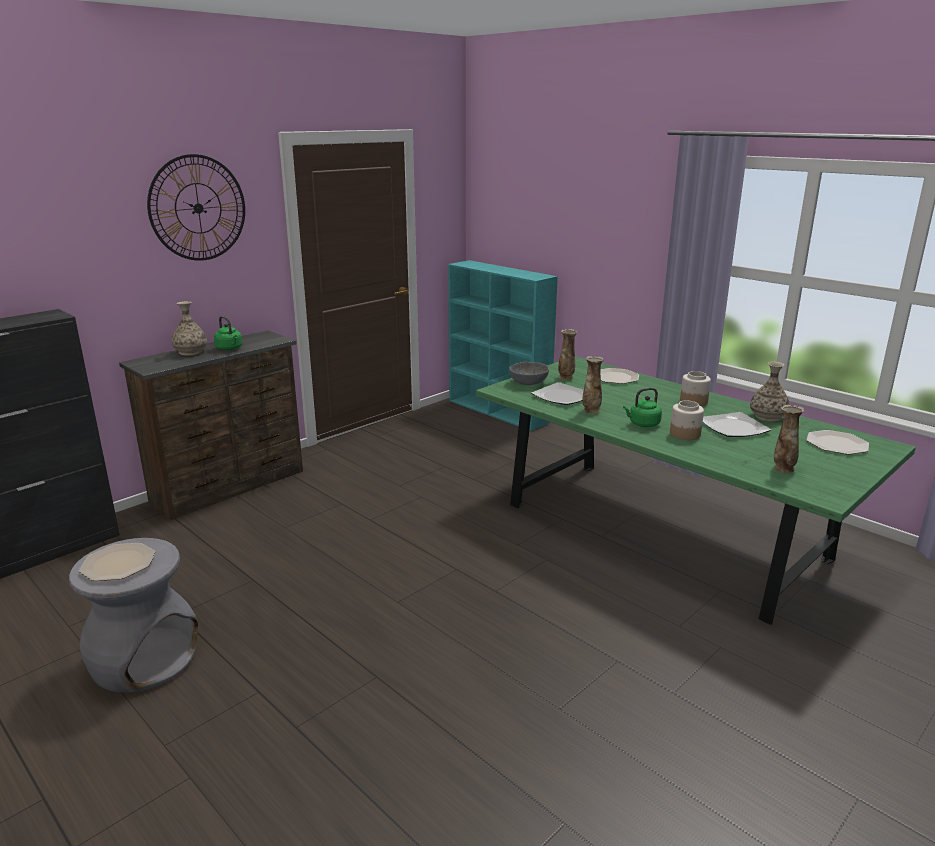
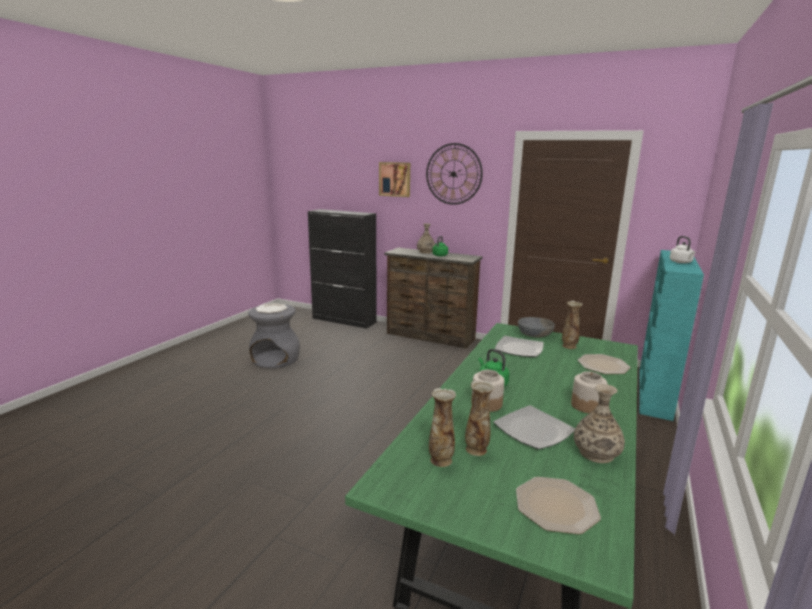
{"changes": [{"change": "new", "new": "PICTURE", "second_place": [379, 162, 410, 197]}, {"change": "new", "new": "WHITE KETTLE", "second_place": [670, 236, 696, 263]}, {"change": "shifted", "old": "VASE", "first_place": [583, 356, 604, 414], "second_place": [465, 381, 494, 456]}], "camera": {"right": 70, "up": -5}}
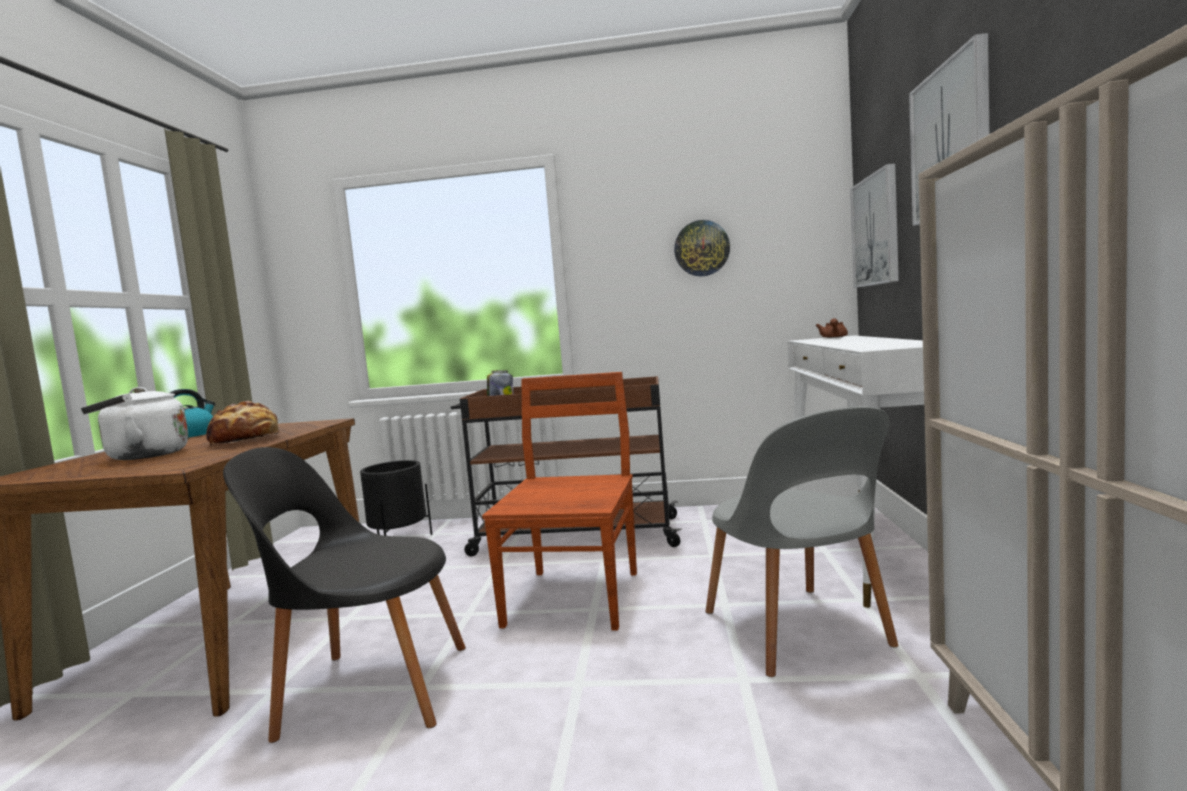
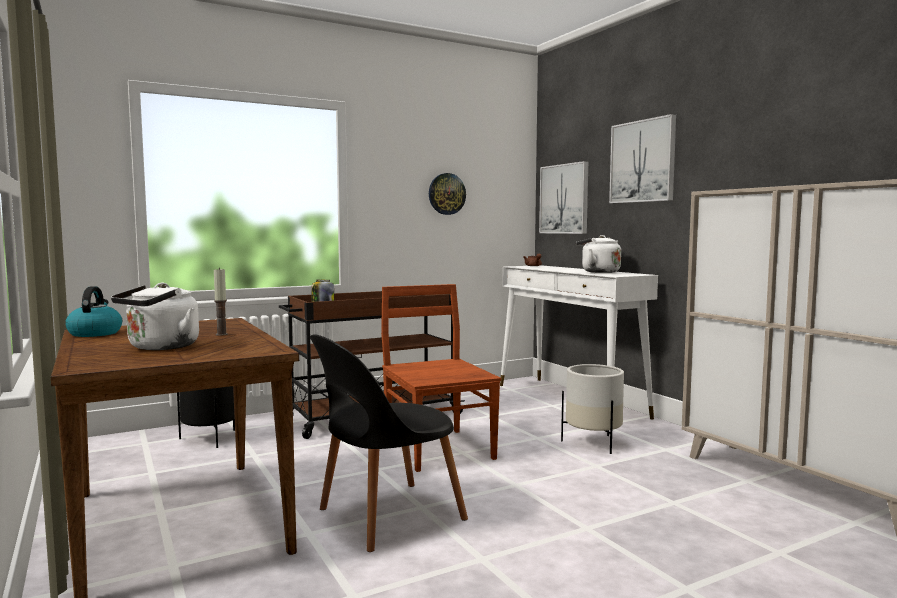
{"changes": [{"change": "new", "new": "WHITE KETTLE", "second_place": [576, 235, 621, 273]}, {"change": "swapped", "old": "BREAD", "new": "CANDLE", "first_place": [206, 401, 279, 446], "second_place": [214, 268, 228, 336]}, {"change": "swapped", "old": "GREY CHAIR", "new": "WHITE PLANTER", "first_place": [705, 406, 899, 677], "second_place": [561, 364, 624, 454]}], "camera": {"right": -35, "up": 0}}
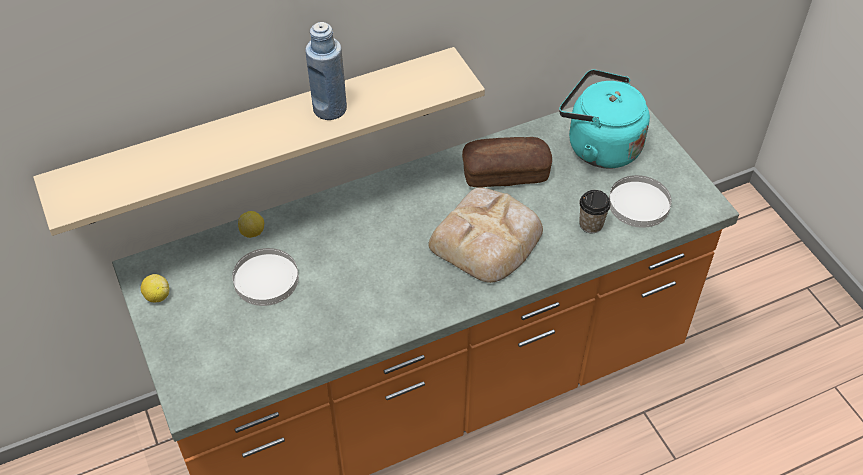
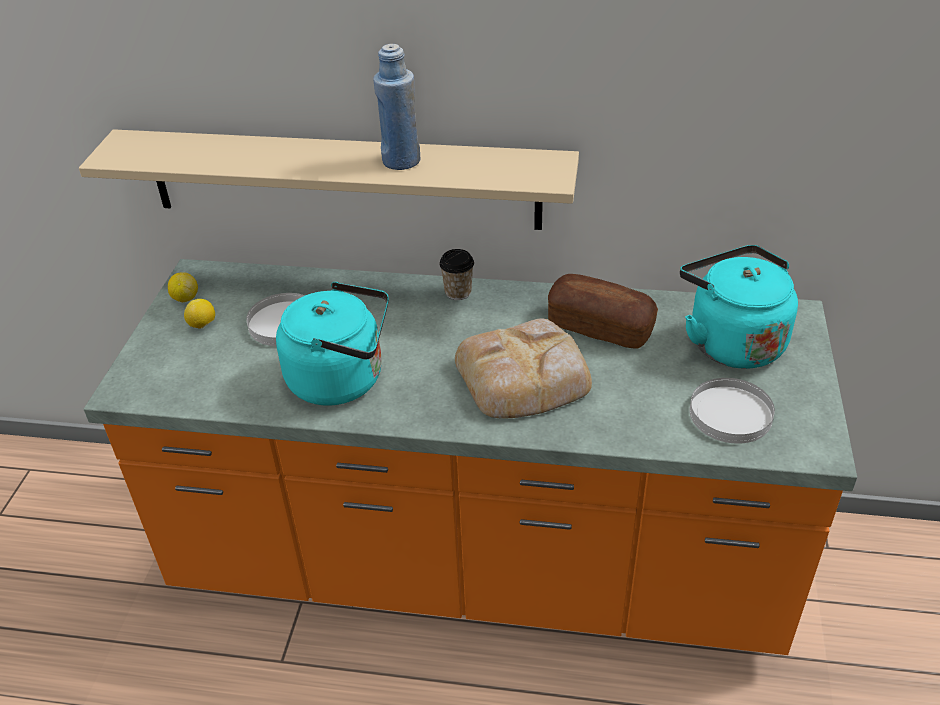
{"changes": [{"change": "new", "new": "TURQUOISE KETTLE", "second_place": [276, 282, 389, 406]}, {"change": "shifted", "old": "LEMON", "first_place": [238, 211, 264, 238], "second_place": [184, 299, 215, 329]}, {"change": "shifted", "old": "CUP", "first_place": [579, 190, 611, 233], "second_place": [439, 249, 474, 300]}], "camera": {"right": 35, "up": -10}}
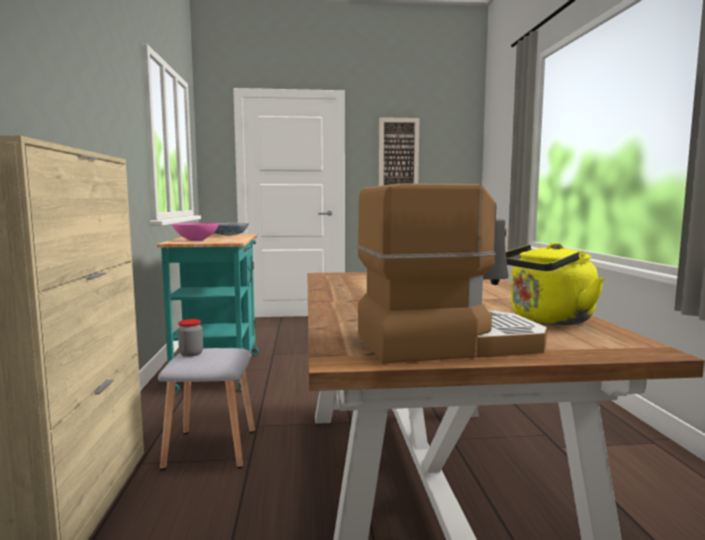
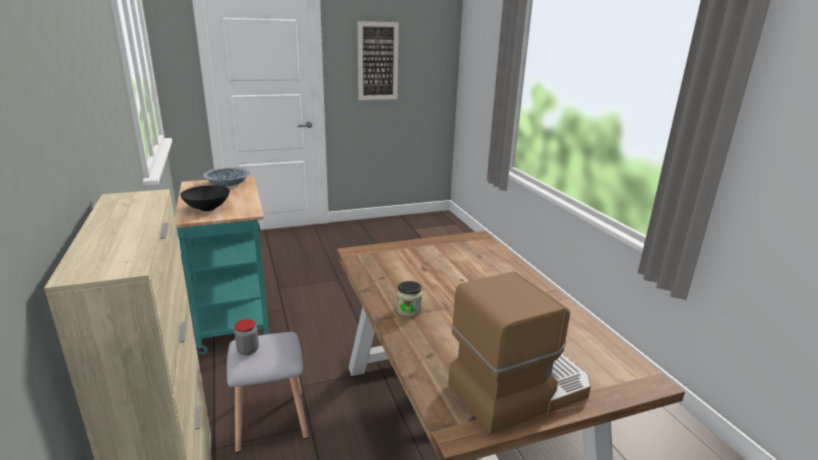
{"changes": [{"change": "gone", "old": "YELLOW KETTLE", "first_place": [506, 242, 604, 325]}, {"change": "new", "new": "JAR", "second_place": [396, 281, 422, 317]}, {"change": "repainted", "old": "PINK BOWL", "new": "BLACK BOWL", "first_place": [172, 223, 219, 241], "second_place": [180, 185, 230, 211]}], "camera": {"right": -15, "up": 15}}
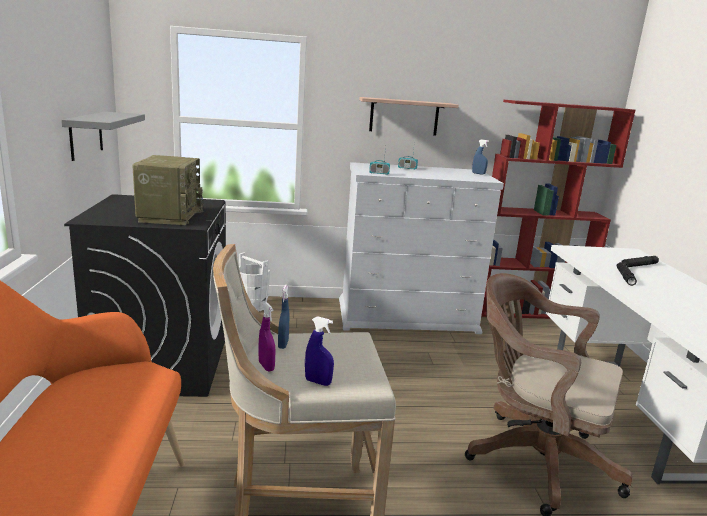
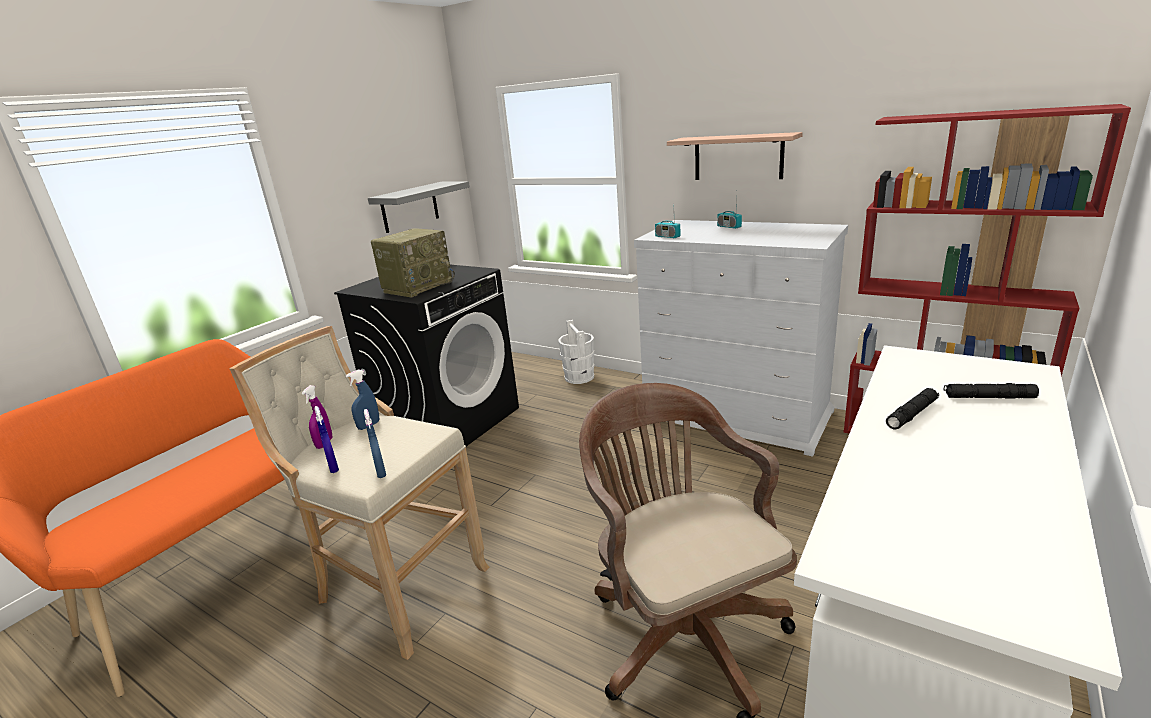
{"changes": [{"change": "shifted", "old": "BLUE SPRAY BOTTLE", "first_place": [472, 140, 489, 174], "second_place": [364, 409, 386, 478]}], "camera": {"right": 40, "up": 5}}
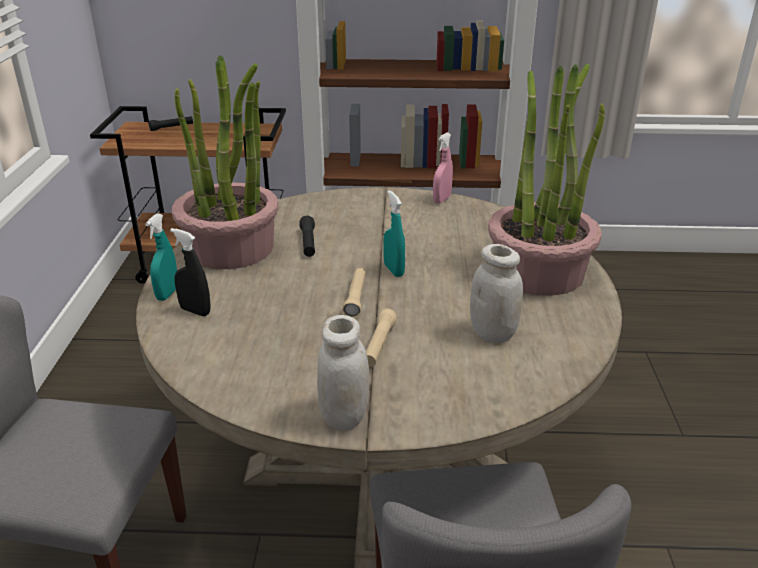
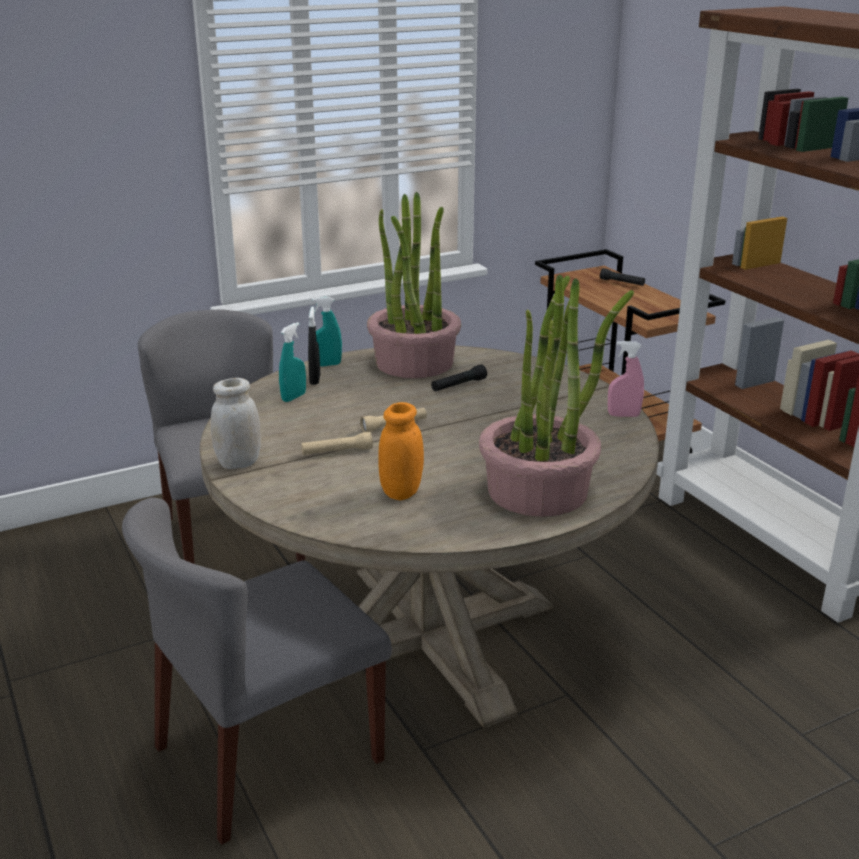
{"changes": [{"change": "shifted", "old": "TURQUOISE SPRAY BOTTLE", "first_place": [383, 190, 405, 277], "second_place": [279, 322, 306, 402]}, {"change": "repainted", "old": "WHITE JAR", "new": "ORANGE JAR", "first_place": [470, 244, 523, 343], "second_place": [378, 402, 424, 500]}], "camera": {"right": 60, "up": -5}}
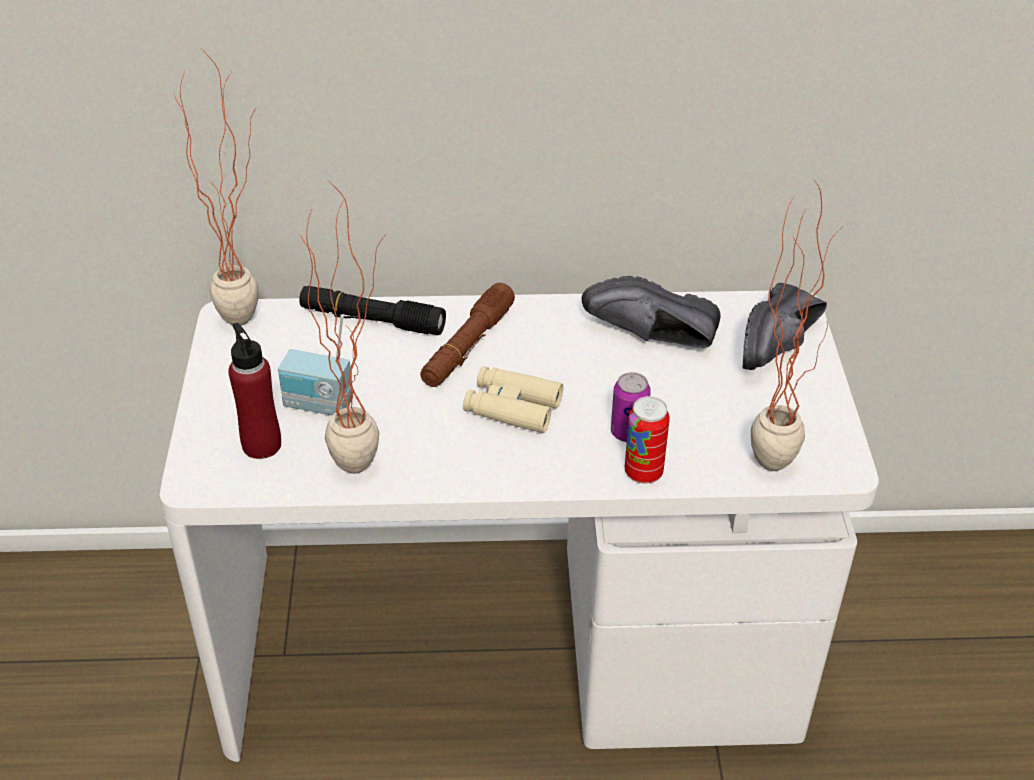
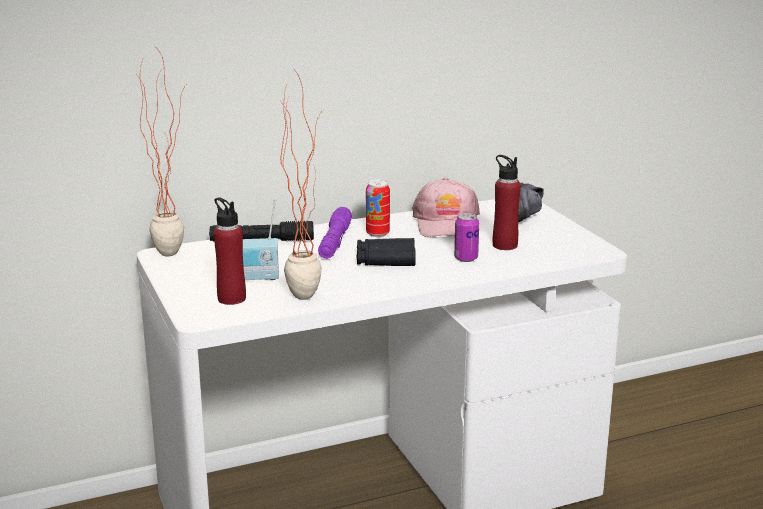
{"changes": [{"change": "gone", "old": "POTTED PLANT", "first_place": [751, 182, 841, 471]}, {"change": "new", "new": "RED BOTTLE", "second_place": [493, 155, 521, 250]}, {"change": "shifted", "old": "CAN", "first_place": [625, 396, 670, 484], "second_place": [366, 179, 390, 237]}, {"change": "swapped", "old": "BLACK SHOE", "new": "PINK CAP", "first_place": [581, 276, 720, 348], "second_place": [412, 178, 480, 237]}, {"change": "repainted", "old": "BROWN FLASHLIGHT", "new": "PURPLE FLASHLIGHT", "first_place": [420, 283, 515, 387], "second_place": [318, 207, 352, 259]}, {"change": "repainted", "old": "BEIGE BINOCULARS", "new": "BLACK BINOCULARS", "first_place": [463, 366, 563, 433], "second_place": [357, 238, 416, 266]}], "camera": {"right": -20, "up": -20}}
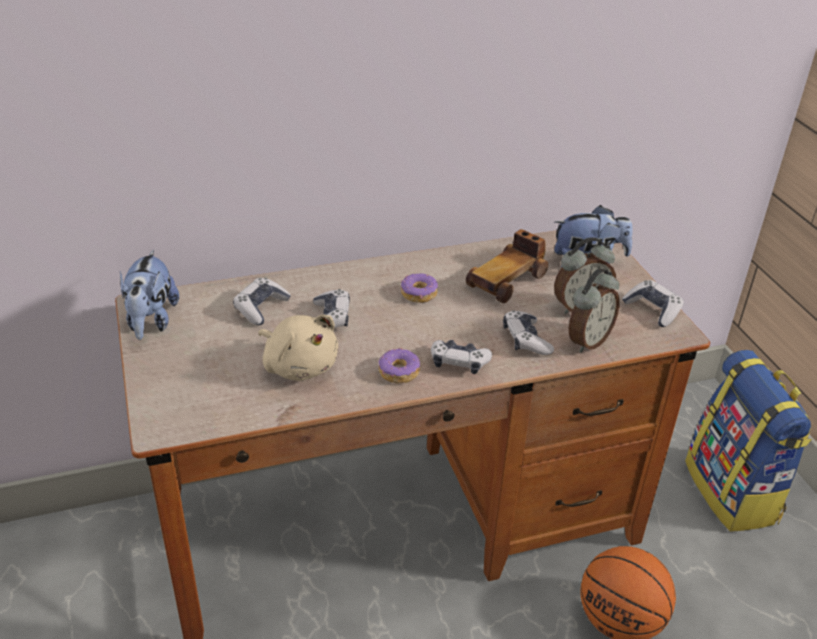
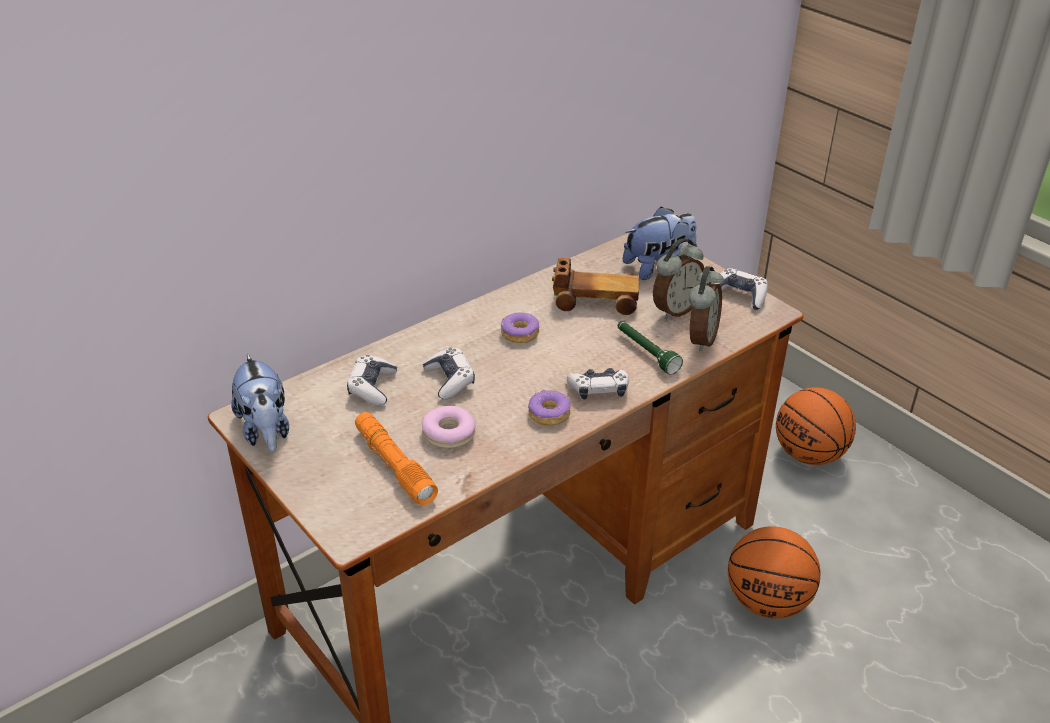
{"changes": [{"change": "new", "new": "ORANGE FLASHLIGHT", "second_place": [355, 412, 438, 505]}, {"change": "swapped", "old": "BEIGE PLUSH TOY", "new": "DONUT", "first_place": [258, 315, 338, 381], "second_place": [422, 406, 476, 449]}, {"change": "swapped", "old": "GAME CONTROLLER", "new": "GREEN FLASHLIGHT", "first_place": [503, 311, 554, 355], "second_place": [618, 321, 683, 375]}, {"change": "swapped", "old": "BACKPACK", "new": "BASKETBALL", "first_place": [685, 350, 812, 532], "second_place": [776, 387, 856, 465]}, {"change": "rotated", "old": "TOY CAR", "first_place": [466, 229, 548, 303], "second_place": [552, 258, 640, 315], "degrees": -105}], "camera": {"right": -20, "up": 0}}
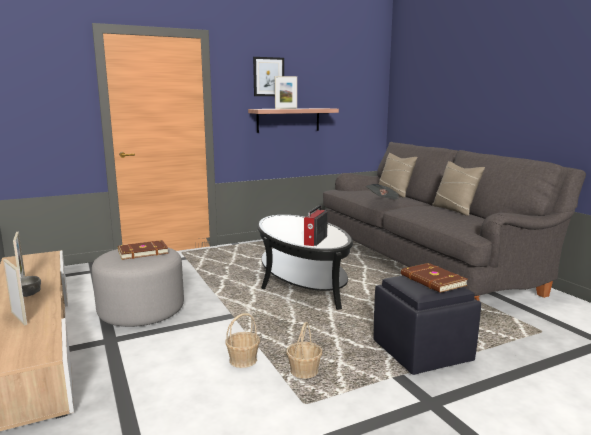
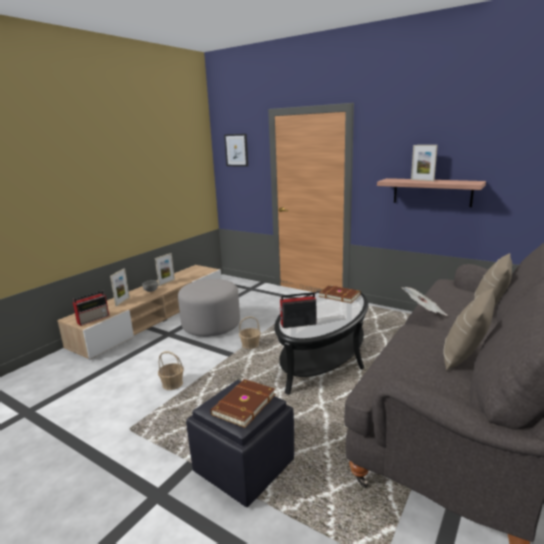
{"changes": [{"change": "new", "new": "RADIO", "second_place": [73, 290, 109, 326]}, {"change": "shifted", "old": "BROWN BOOK", "first_place": [118, 240, 168, 260], "second_place": [318, 285, 361, 303]}, {"change": "shifted", "old": "PICTURE", "first_place": [253, 57, 284, 96], "second_place": [224, 134, 248, 167]}, {"change": "shifted", "old": "BASKET", "first_place": [286, 322, 322, 378], "second_place": [239, 316, 261, 349]}], "camera": {"right": 60, "up": 5}}
